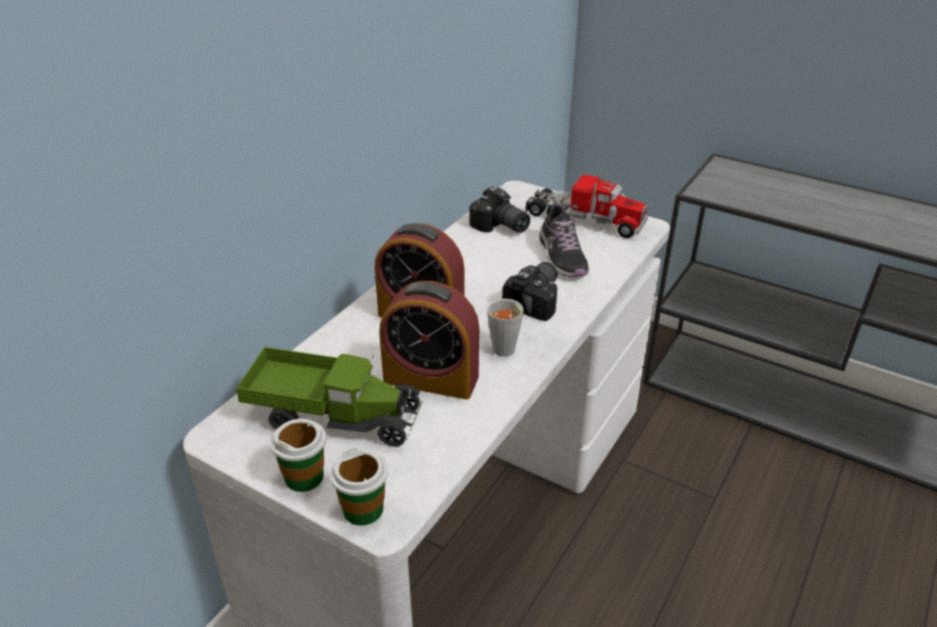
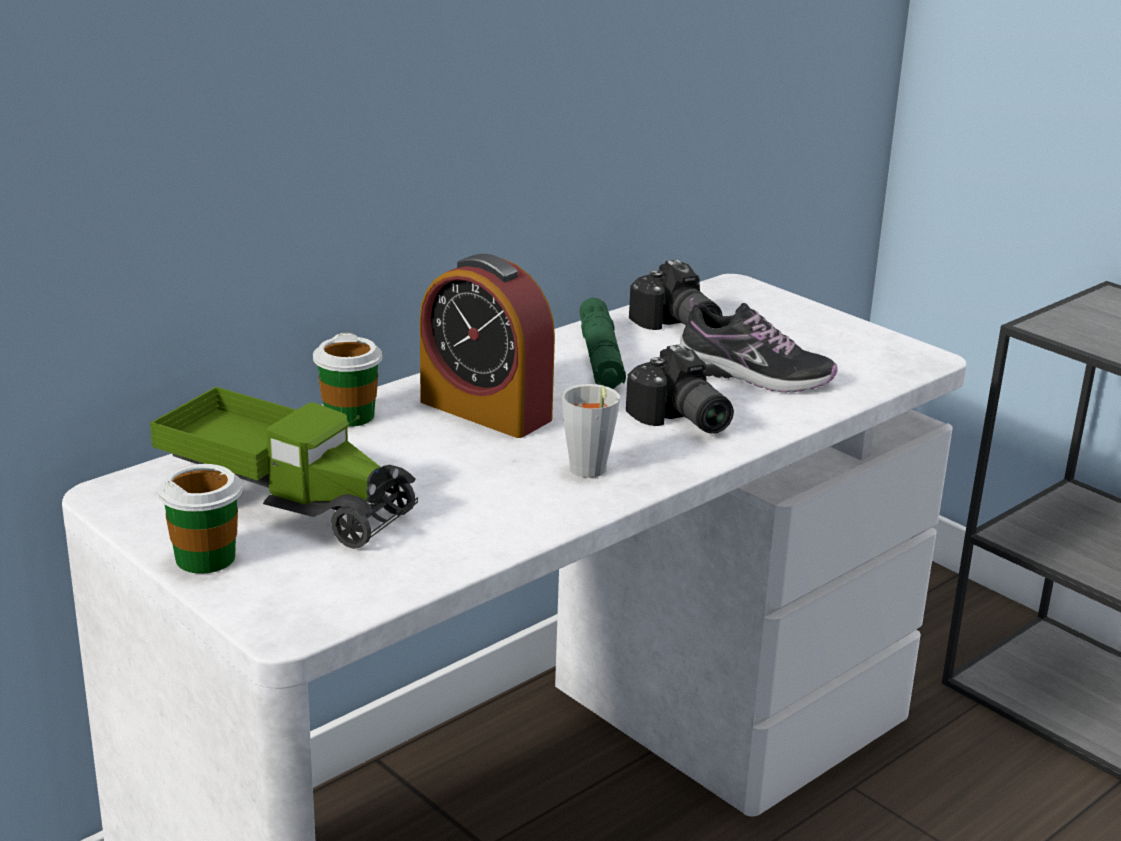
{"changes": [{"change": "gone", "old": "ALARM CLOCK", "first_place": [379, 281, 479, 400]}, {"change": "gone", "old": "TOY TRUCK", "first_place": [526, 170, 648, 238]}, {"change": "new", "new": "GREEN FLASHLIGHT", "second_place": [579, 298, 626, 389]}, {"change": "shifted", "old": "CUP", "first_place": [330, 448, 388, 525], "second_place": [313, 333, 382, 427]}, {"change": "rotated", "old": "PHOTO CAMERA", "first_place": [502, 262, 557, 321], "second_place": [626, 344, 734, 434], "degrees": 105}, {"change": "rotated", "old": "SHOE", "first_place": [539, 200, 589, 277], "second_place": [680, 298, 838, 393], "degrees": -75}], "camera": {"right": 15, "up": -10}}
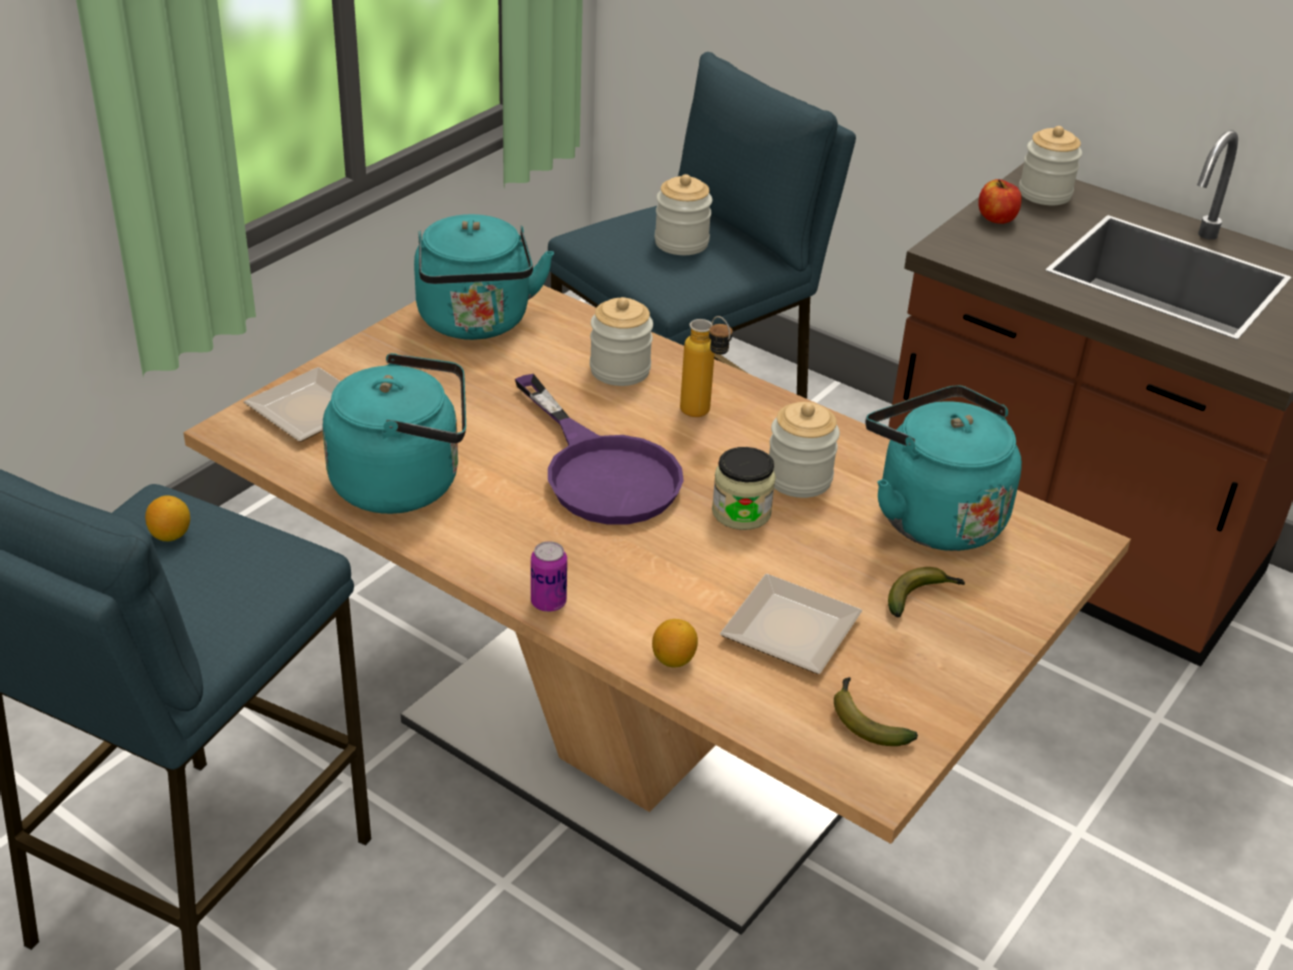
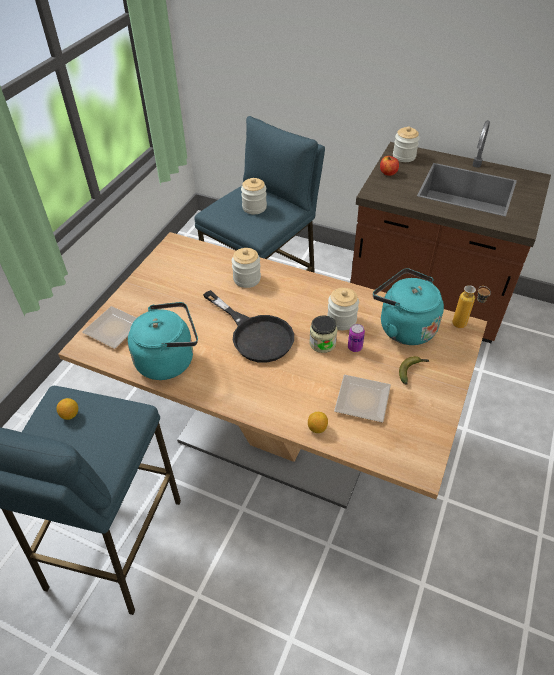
{"changes": [{"change": "gone", "old": "TURQUOISE KETTLE", "first_place": [414, 214, 554, 340]}, {"change": "gone", "old": "BANANA", "first_place": [834, 677, 918, 746]}, {"change": "shifted", "old": "CAN", "first_place": [531, 541, 567, 612], "second_place": [348, 324, 365, 352]}, {"change": "shifted", "old": "BOTTLE", "first_place": [680, 316, 732, 417], "second_place": [452, 285, 491, 328]}, {"change": "repainted", "old": "PURPLE FRYING PAN", "new": "BLACK FRYING PAN", "first_place": [515, 374, 684, 525], "second_place": [203, 290, 294, 363]}], "camera": {"right": -10, "up": 10}}
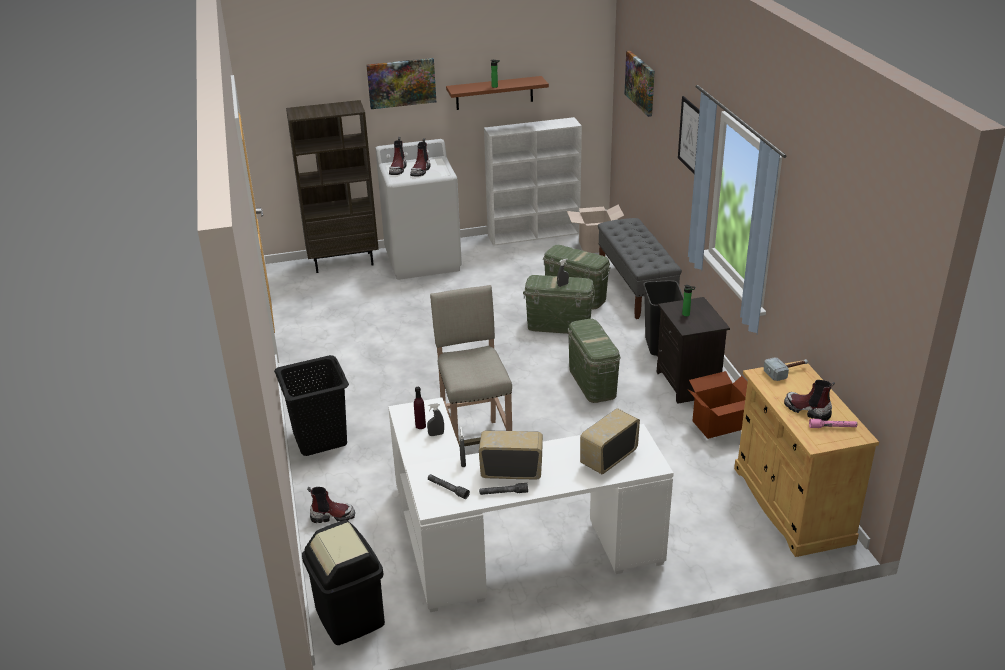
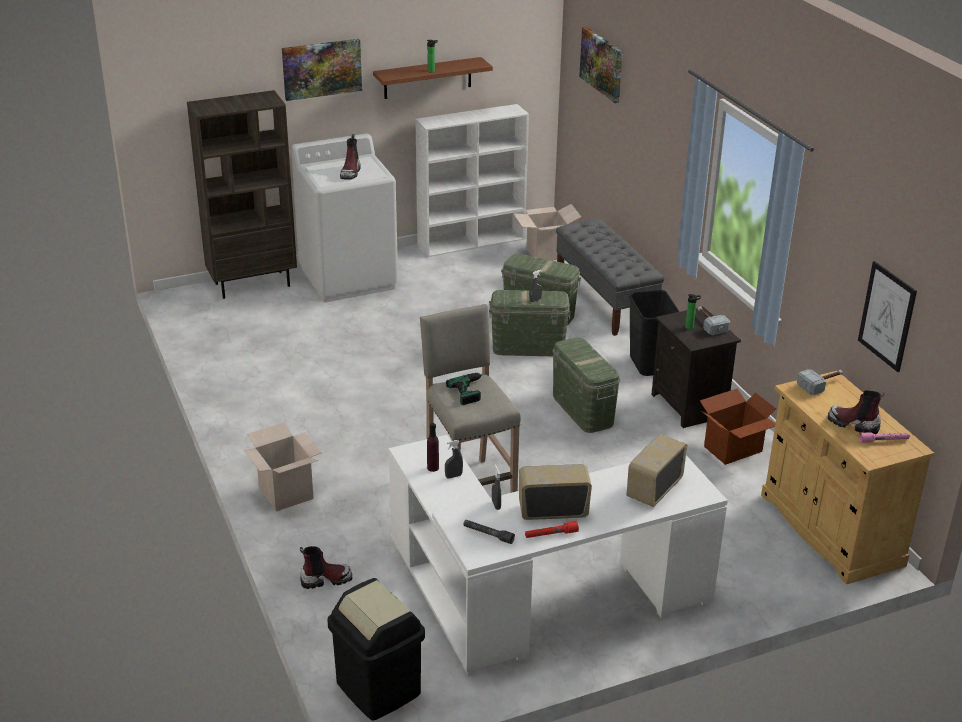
{"changes": [{"change": "gone", "old": "BOOT", "first_place": [389, 137, 407, 175]}, {"change": "new", "new": "POWER DRILL", "second_place": [446, 373, 489, 405]}, {"change": "new", "new": "HAMMER", "second_place": [698, 307, 731, 335]}, {"change": "shifted", "old": "PICTURE", "first_place": [678, 96, 700, 174], "second_place": [858, 261, 917, 372]}, {"change": "swapped", "old": "BLACK LAUNDRY BASKET", "new": "CARDBOARD BOX", "first_place": [274, 355, 349, 456], "second_place": [244, 422, 322, 512]}, {"change": "repainted", "old": "GREY FLASHLIGHT", "new": "RED FLASHLIGHT", "first_place": [479, 483, 528, 495], "second_place": [525, 521, 579, 538]}], "camera": {"right": -10, "up": 0}}
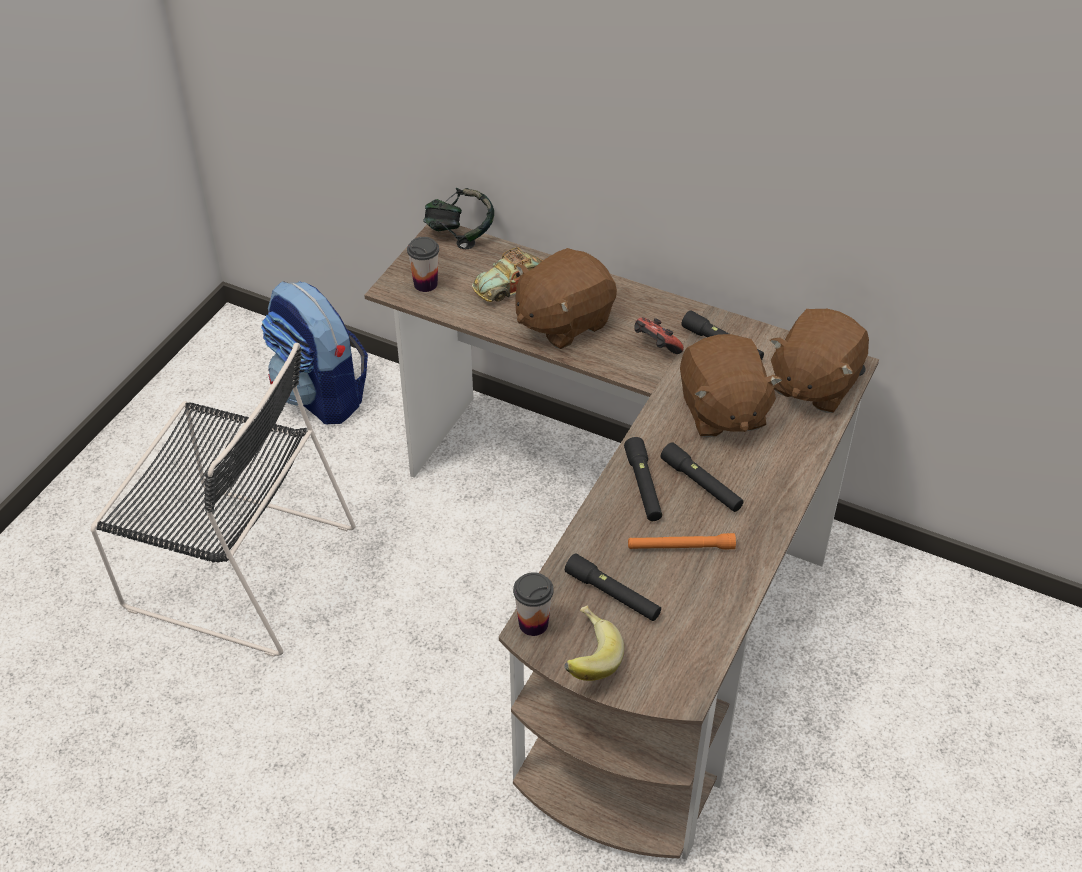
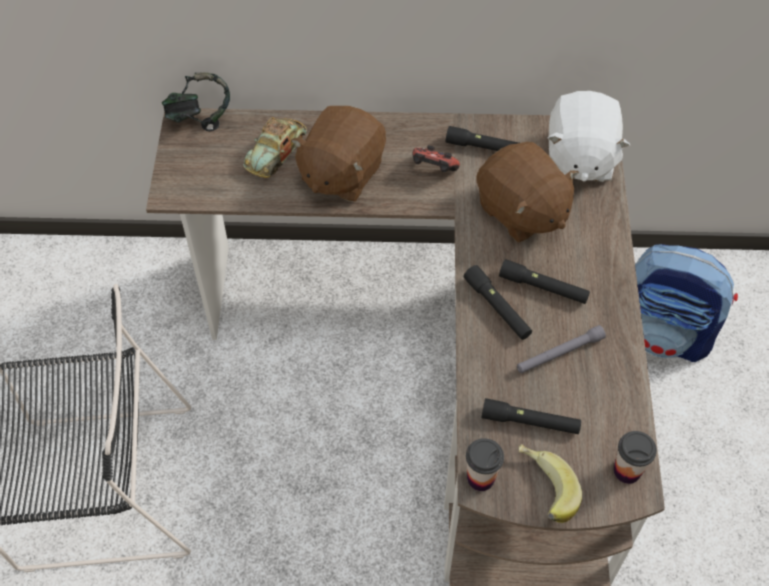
{"changes": [{"change": "shifted", "old": "BACKPACK", "first_place": [261, 281, 368, 424], "second_place": [635, 244, 738, 362]}, {"change": "shifted", "old": "CUP", "first_place": [407, 237, 439, 292], "second_place": [614, 431, 657, 484]}, {"change": "repainted", "old": "ORANGE FLASHLIGHT", "new": "GREY FLASHLIGHT", "first_place": [628, 533, 736, 550], "second_place": [517, 325, 606, 373]}, {"change": "repainted", "old": "BROWN PLUSH TOY", "new": "WHITE PLUSH TOY", "first_place": [770, 309, 869, 413], "second_place": [548, 91, 630, 182]}], "camera": {"right": -25, "up": 10}}
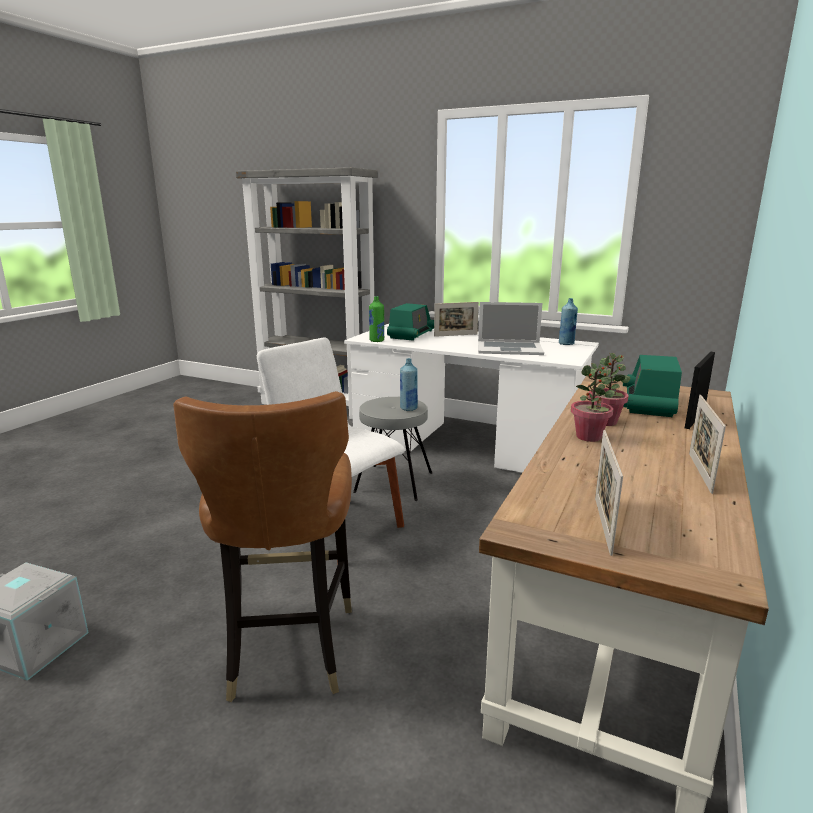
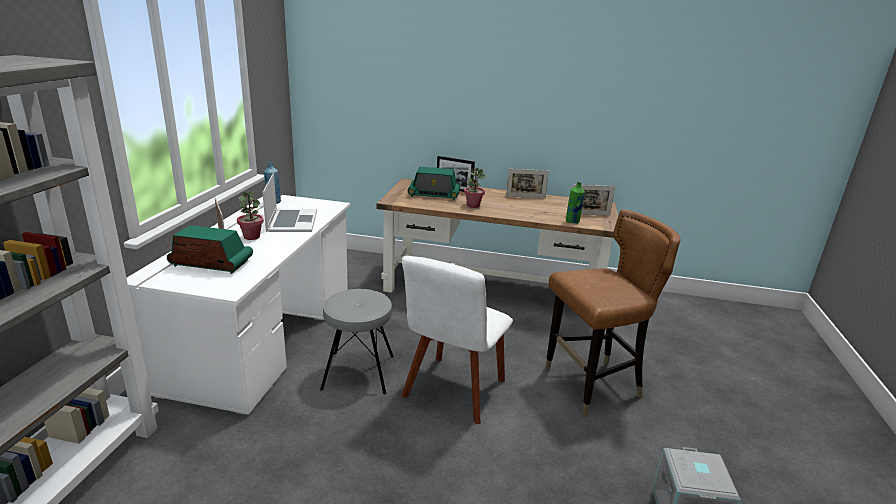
{"changes": [{"change": "gone", "old": "BLUE BOTTLE", "first_place": [400, 358, 418, 411]}, {"change": "shifted", "old": "GREEN BOTTLE", "first_place": [369, 296, 384, 342], "second_place": [566, 182, 585, 224]}, {"change": "shifted", "old": "POTTED PLANT", "first_place": [571, 363, 615, 442], "second_place": [237, 191, 264, 240]}], "camera": {"right": -105, "up": 5}}
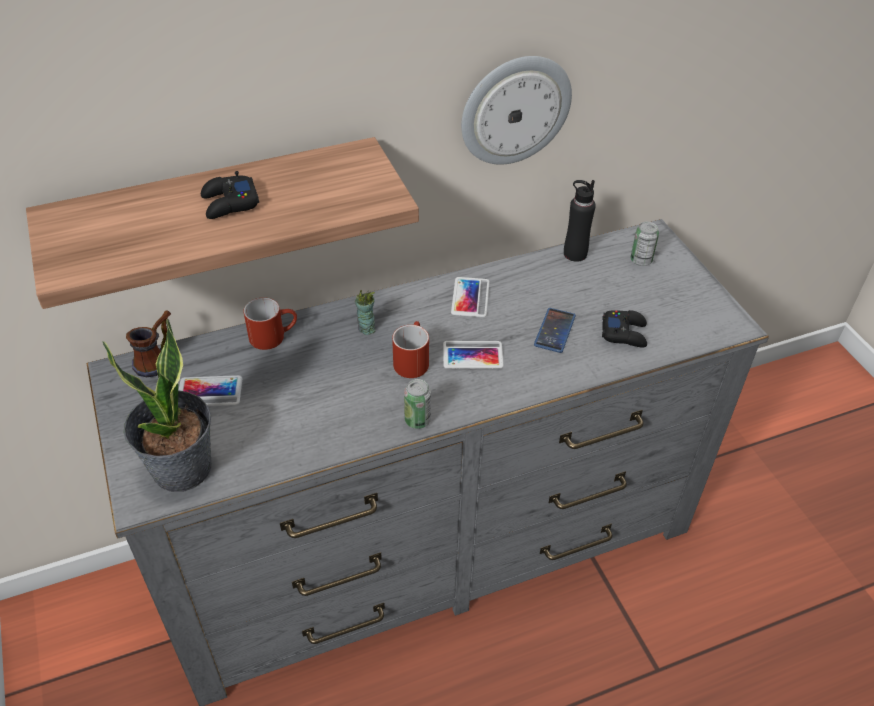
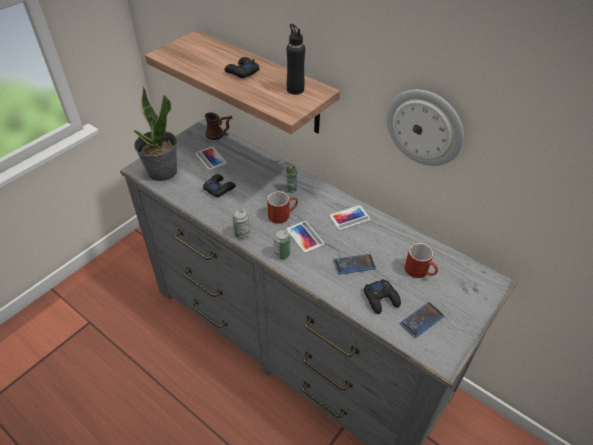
{"changes": [{"change": "new", "new": "BLACK GAME CONTROLLER", "second_place": [203, 174, 236, 197]}, {"change": "new", "new": "PHONE", "second_place": [400, 302, 445, 338]}, {"change": "shifted", "old": "RED MUG", "first_place": [244, 297, 297, 350], "second_place": [405, 243, 438, 278]}, {"change": "shifted", "old": "BLACK BOTTLE", "first_place": [564, 180, 596, 262], "second_place": [287, 24, 305, 95]}, {"change": "shifted", "old": "CAN", "first_place": [630, 222, 659, 266], "second_place": [274, 229, 290, 259]}], "camera": {"right": 60, "up": 0}}
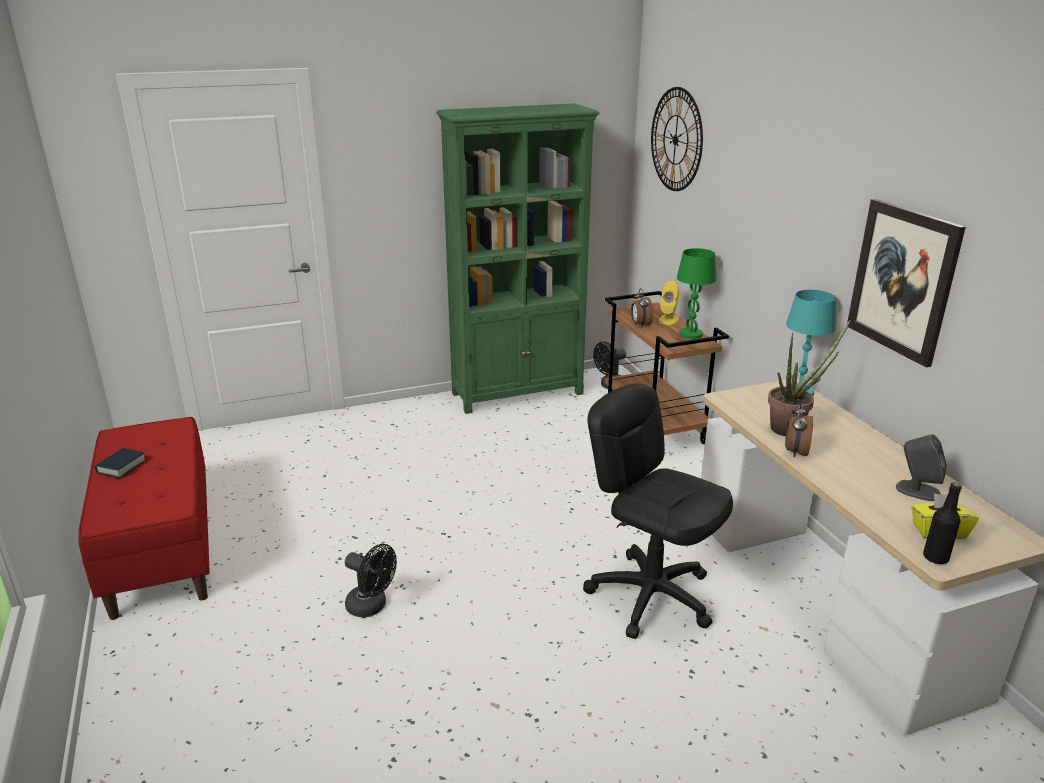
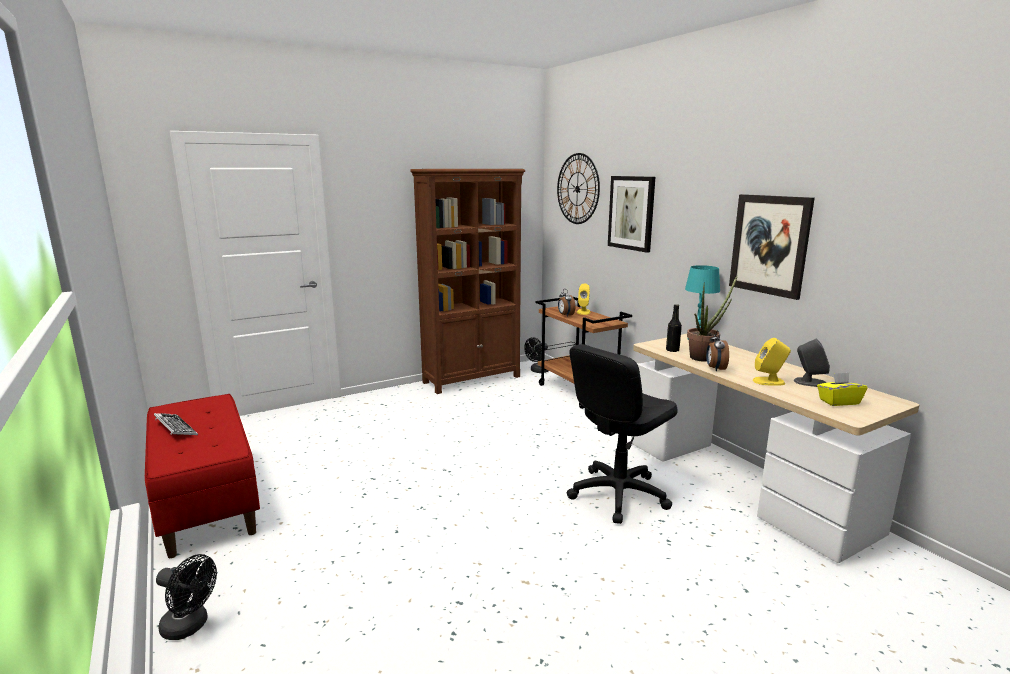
{"changes": [{"change": "gone", "old": "GREEN TABLE LAMP", "first_place": [677, 248, 716, 339]}, {"change": "new", "new": "PICTURE", "second_place": [608, 176, 655, 253]}, {"change": "new", "new": "YELLOW SPEAKER", "second_place": [753, 338, 791, 386]}, {"change": "shifted", "old": "BLACK FAN", "first_place": [345, 544, 397, 618], "second_place": [156, 554, 217, 640]}, {"change": "shifted", "old": "BLACK BOTTLE", "first_place": [923, 482, 962, 565], "second_place": [666, 304, 682, 352]}, {"change": "swapped", "old": "BOOK", "new": "KEYBOARD", "first_place": [95, 448, 147, 478], "second_place": [154, 413, 198, 435]}, {"change": "repainted", "old": "GREEN BOOKCASE", "new": "BROWN BOOKCASE", "first_place": [436, 103, 599, 414], "second_place": [410, 169, 526, 394]}, {"change": "rotated", "old": "BLACK OFFICE CHAIR", "first_place": [583, 383, 733, 639], "second_place": [567, 344, 678, 524], "degrees": -75}], "camera": {"right": -10, "up": -10}}
